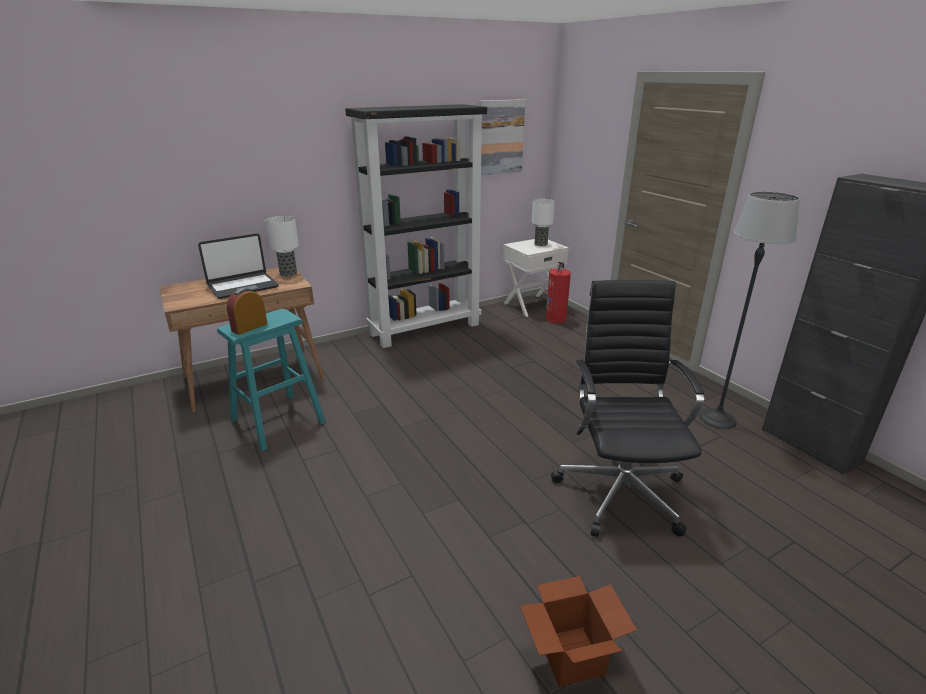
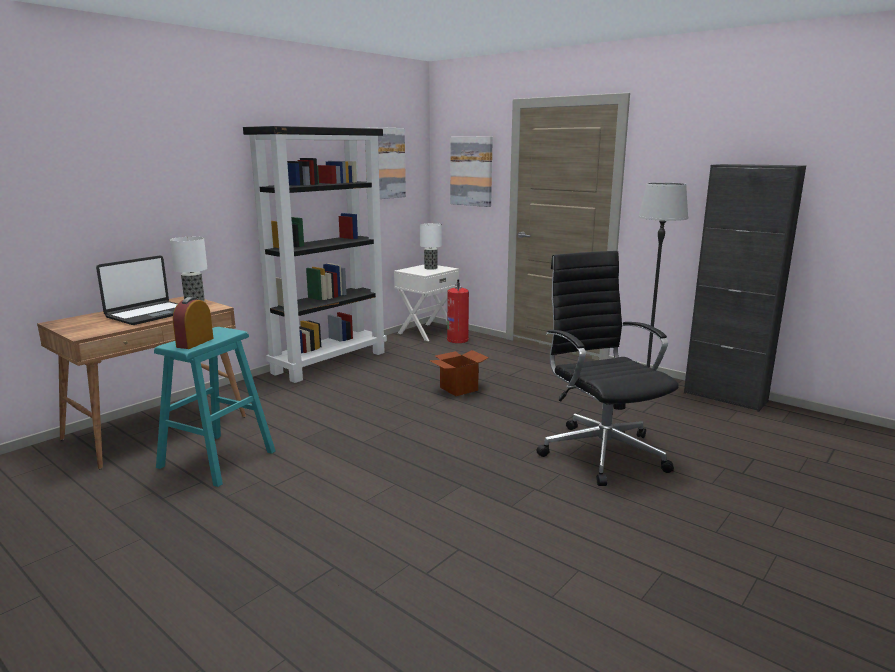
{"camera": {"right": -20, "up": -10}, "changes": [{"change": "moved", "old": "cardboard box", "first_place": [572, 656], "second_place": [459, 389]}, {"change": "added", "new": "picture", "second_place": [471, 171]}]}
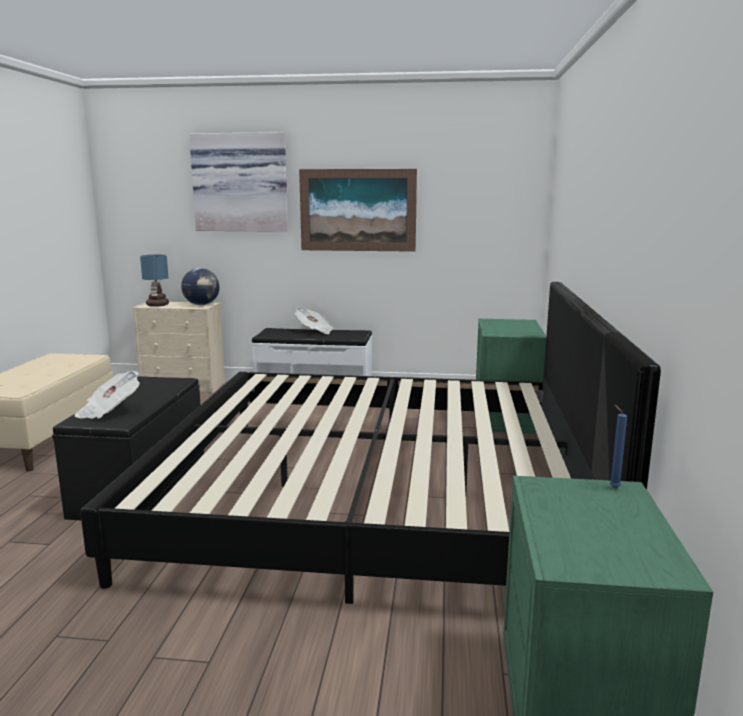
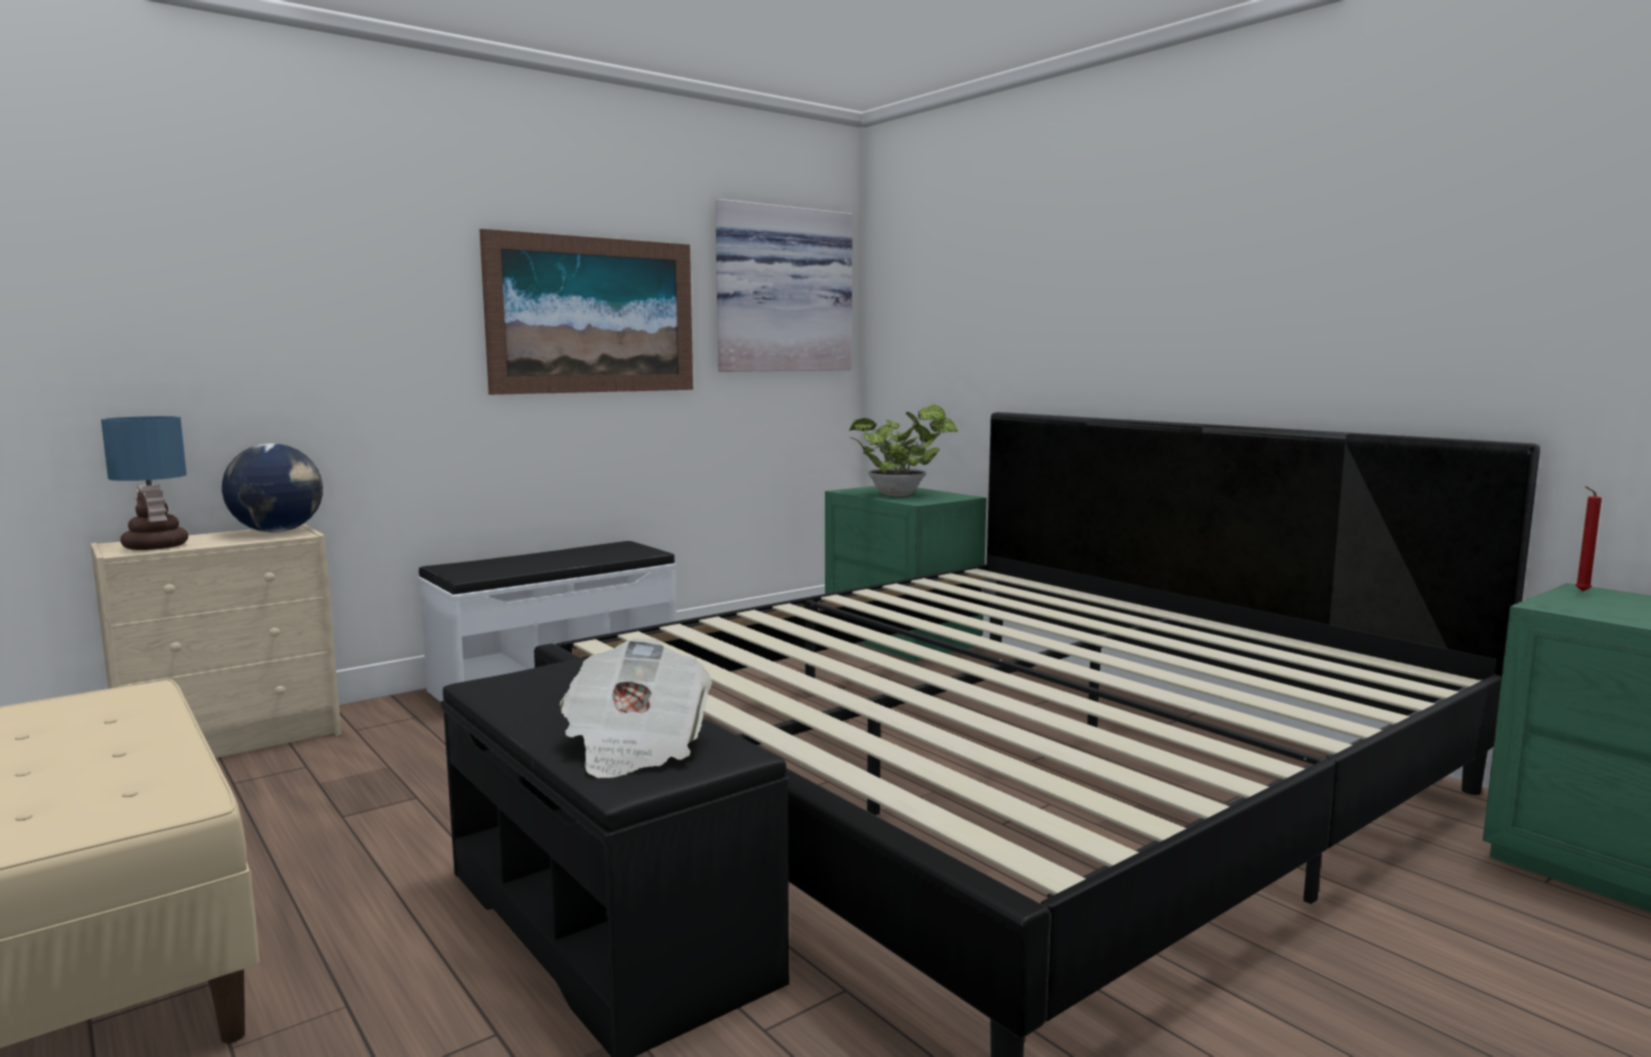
{"camera": {"right": -45, "up": -5}, "changes": [{"change": "moved", "old": "picture", "first_place": [241, 183], "second_place": [781, 290]}, {"change": "removed", "old": "newspaper", "first_place": [314, 331]}, {"change": "recoloured", "old": "candle (blue)", "new": "candle (red)", "first_place": [613, 487], "second_place": [1580, 591]}, {"change": "added", "new": "potted plant", "second_place": [901, 494]}]}
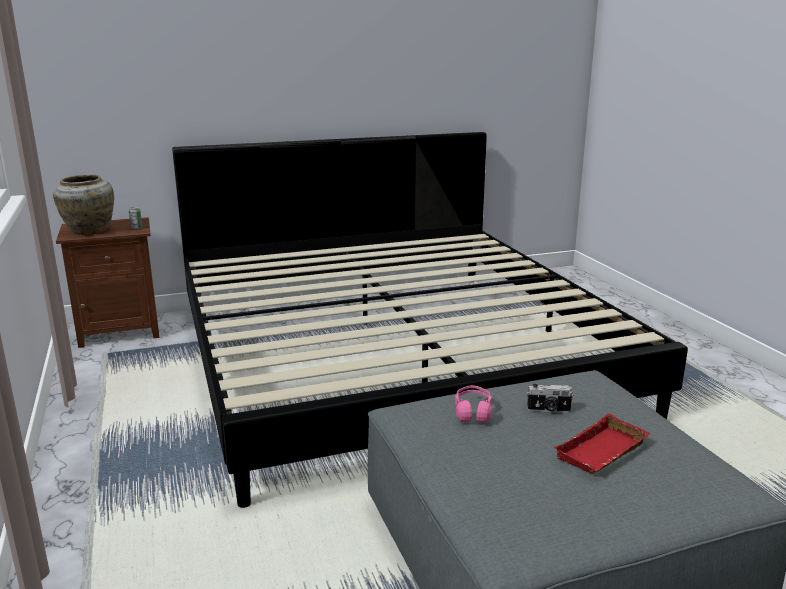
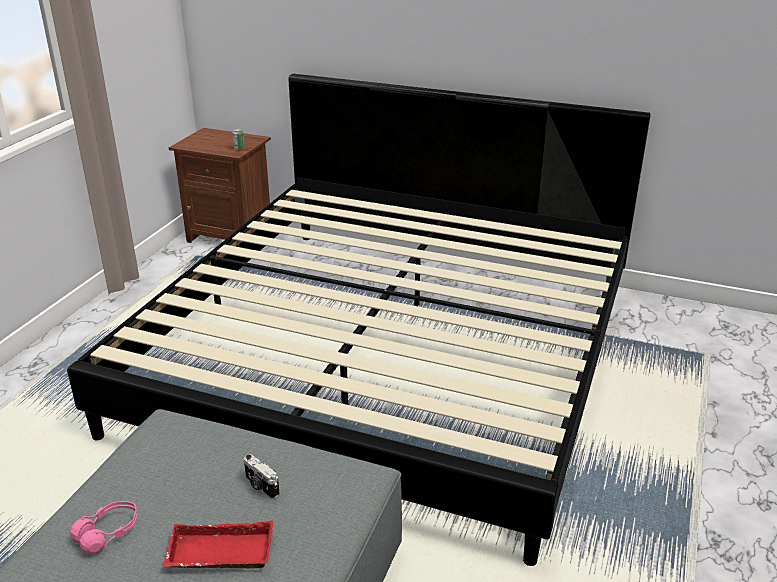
{"camera": {"right": 40, "up": 10}, "changes": [{"change": "removed", "old": "vase (beige)", "first_place": [88, 231]}, {"change": "moved", "old": "headphones (pink)", "first_place": [473, 412], "second_place": [109, 533]}]}
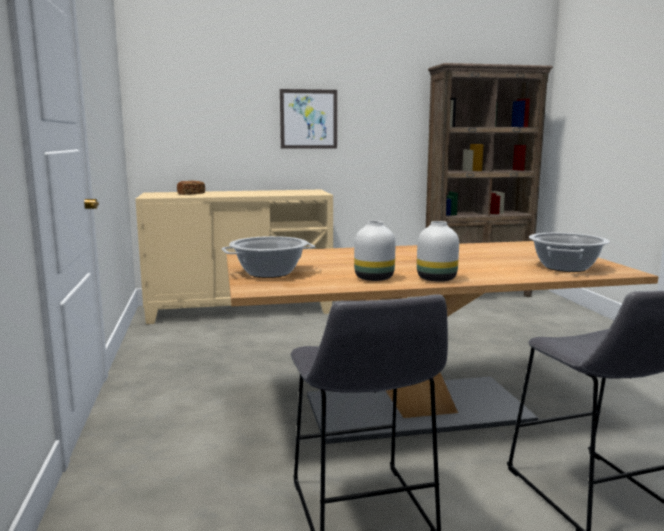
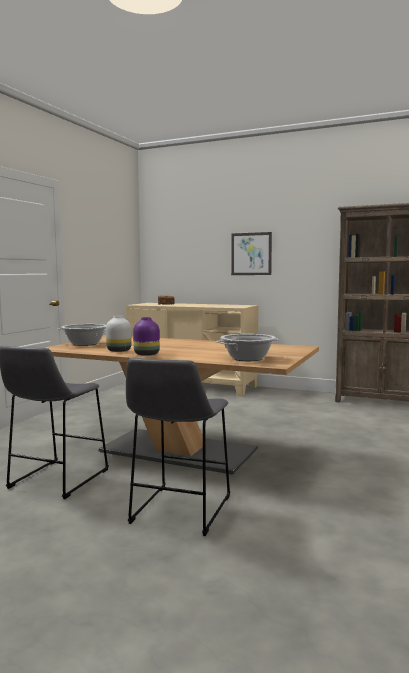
{"camera": {"right": 35, "up": -5}, "changes": [{"change": "recoloured", "old": "vase (white)", "new": "vase (purple)", "first_place": [437, 279], "second_place": [147, 354]}]}
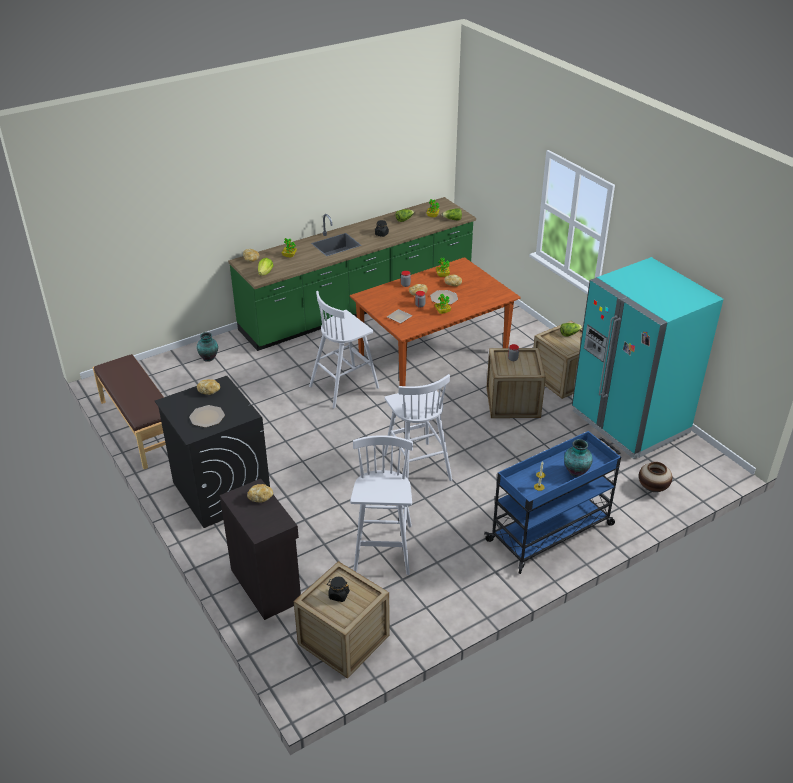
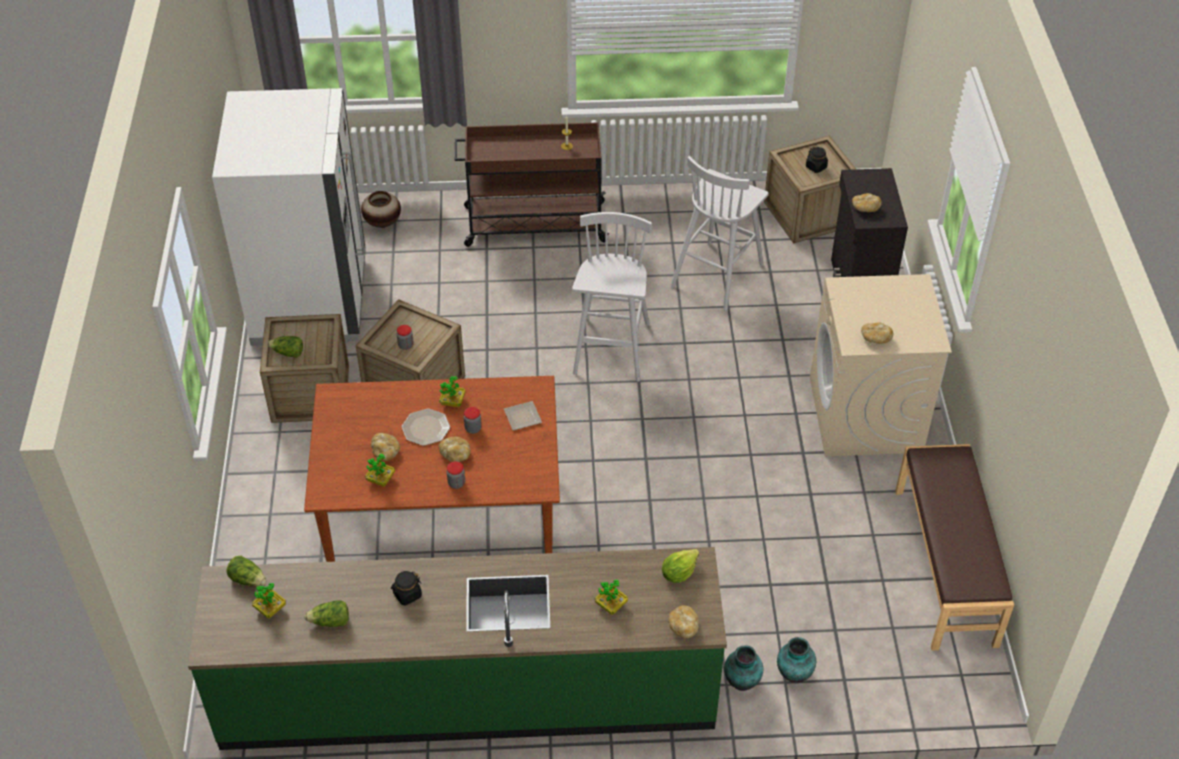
{"camera": {"right": -150, "up": 10}, "changes": [{"change": "recoloured", "old": "fridge (turquoise)", "new": "fridge (white)", "first_place": [629, 422], "second_place": [310, 300]}, {"change": "removed", "old": "stool (white)", "first_place": [345, 387]}, {"change": "recoloured", "old": "washing machine (black)", "new": "washing machine (beige)", "first_place": [221, 490], "second_place": [866, 415]}, {"change": "removed", "old": "plate", "first_place": [207, 417]}, {"change": "recoloured", "old": "cart (blue)", "new": "cart (brown)", "first_place": [551, 532], "second_place": [533, 224]}, {"change": "moved", "old": "vase", "first_place": [575, 471], "second_place": [742, 682]}]}
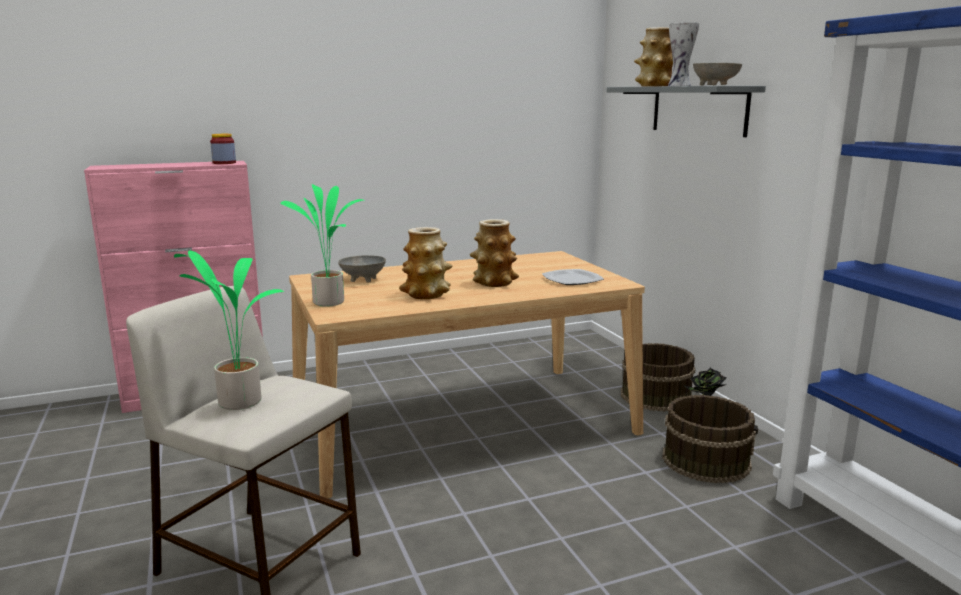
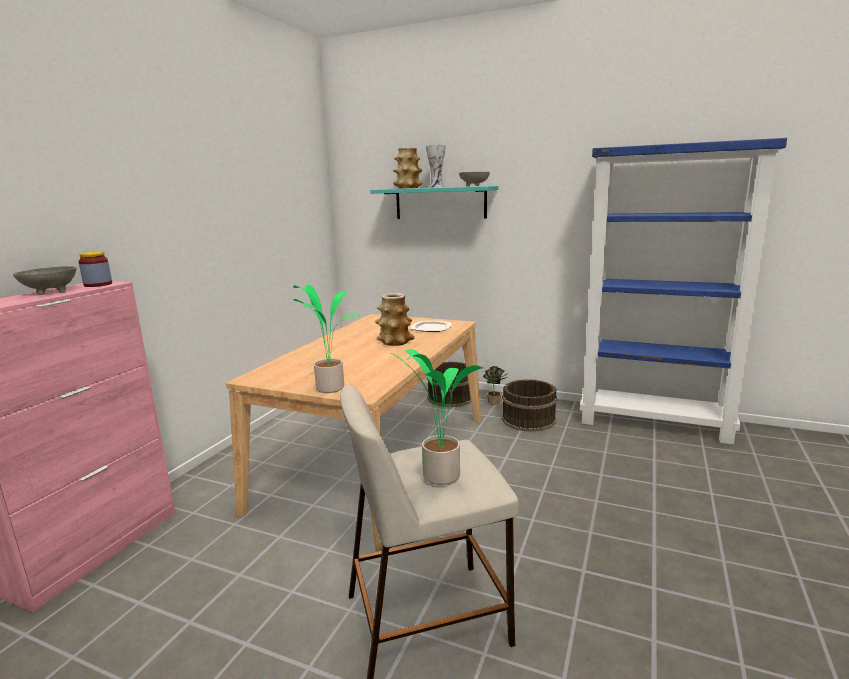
{"camera": {"right": -45, "up": 0}, "changes": [{"change": "recoloured", "old": "shelf (grey)", "new": "shelf (turquoise)", "first_place": [698, 110], "second_place": [440, 203]}, {"change": "removed", "old": "vase", "first_place": [426, 294]}, {"change": "moved", "old": "bowl (grey)", "first_place": [363, 279], "second_place": [51, 292]}]}
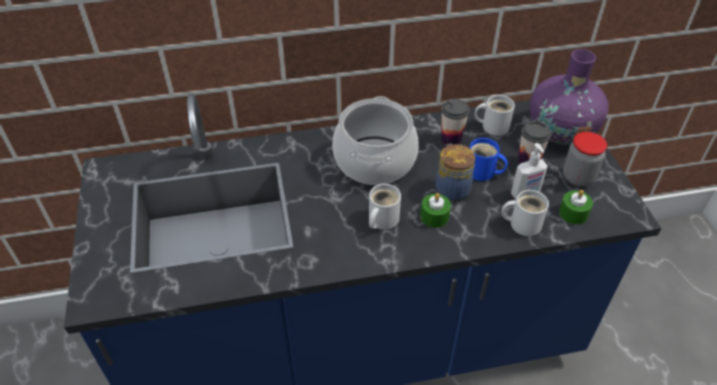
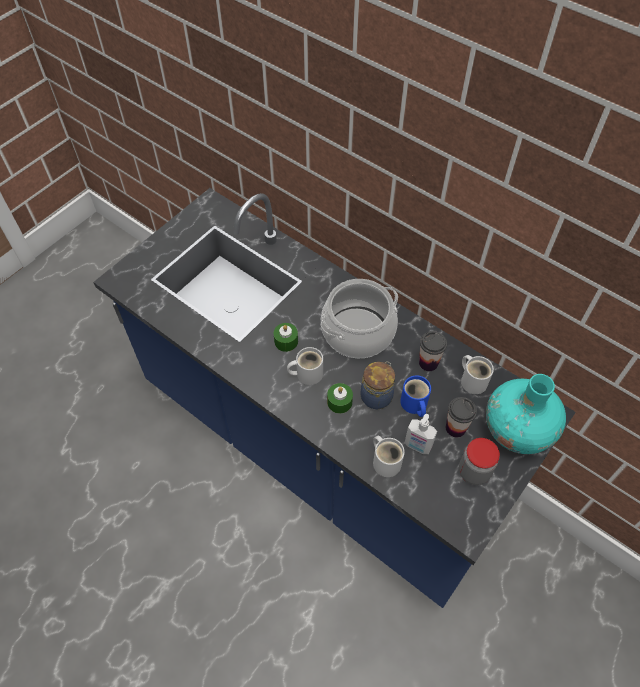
{"camera": {"right": 50, "up": 10}, "changes": [{"change": "recoloured", "old": "vase (purple)", "new": "vase (turquoise)", "first_place": [561, 131], "second_place": [517, 430]}, {"change": "moved", "old": "candle (green)", "first_place": [573, 213], "second_place": [286, 341]}]}
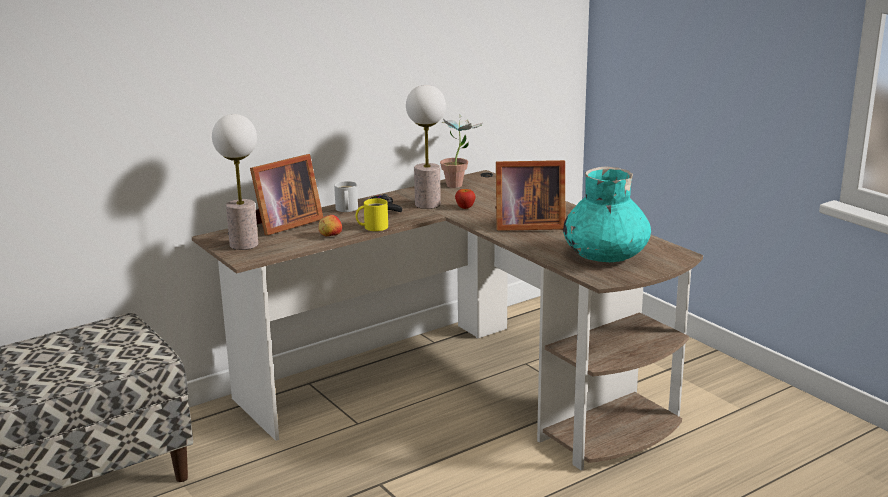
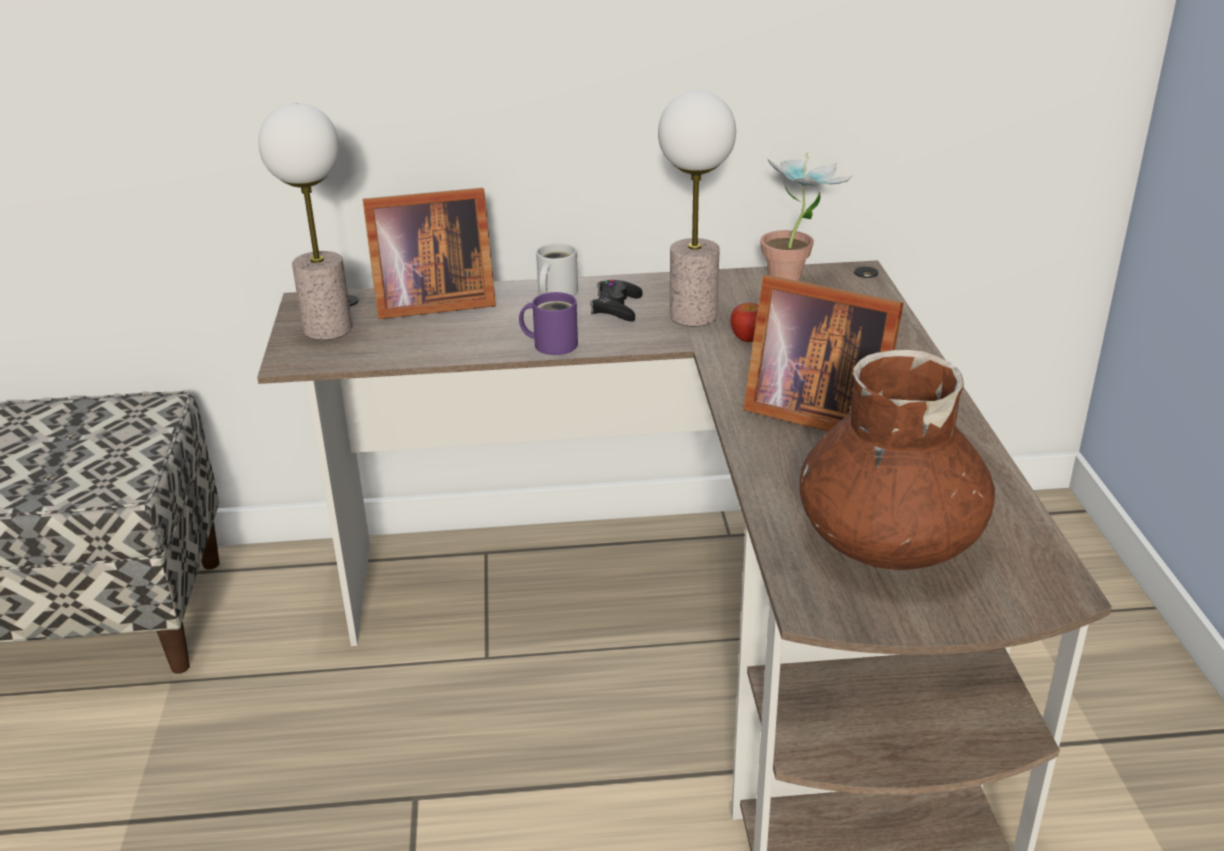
{"camera": {"right": 30, "up": 10}, "changes": [{"change": "recoloured", "old": "vase (turquoise)", "new": "vase (brown)", "first_place": [605, 255], "second_place": [889, 539]}, {"change": "recoloured", "old": "mug (yellow)", "new": "mug (purple)", "first_place": [373, 227], "second_place": [552, 344]}, {"change": "removed", "old": "apple", "first_place": [330, 235]}]}
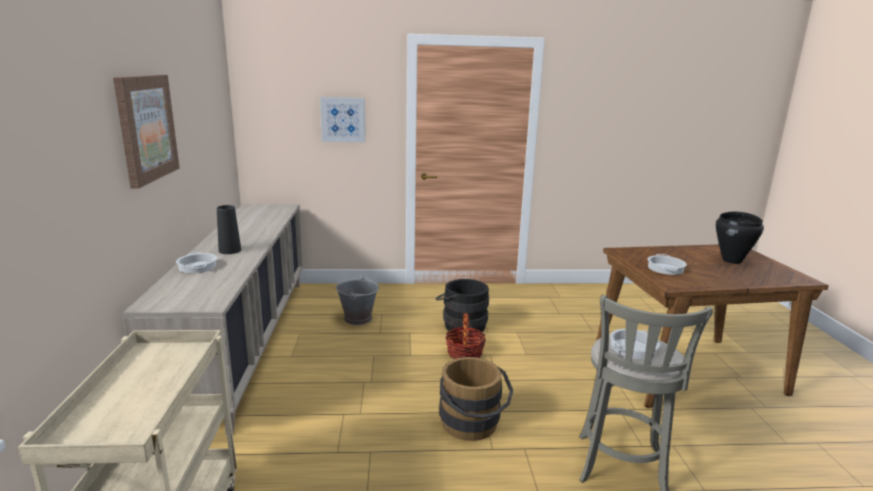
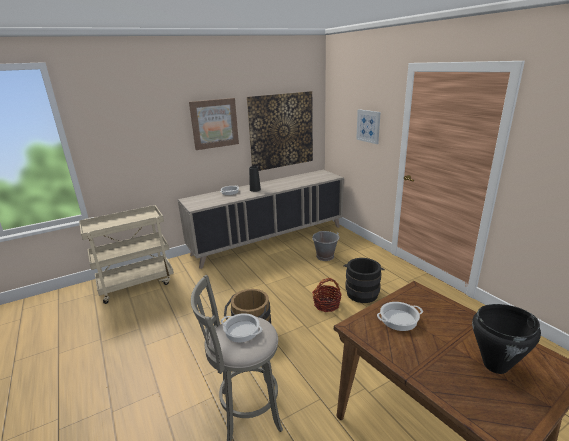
{"camera": {"right": 65, "up": 5}, "changes": [{"change": "added", "new": "picture", "second_place": [281, 131]}]}
